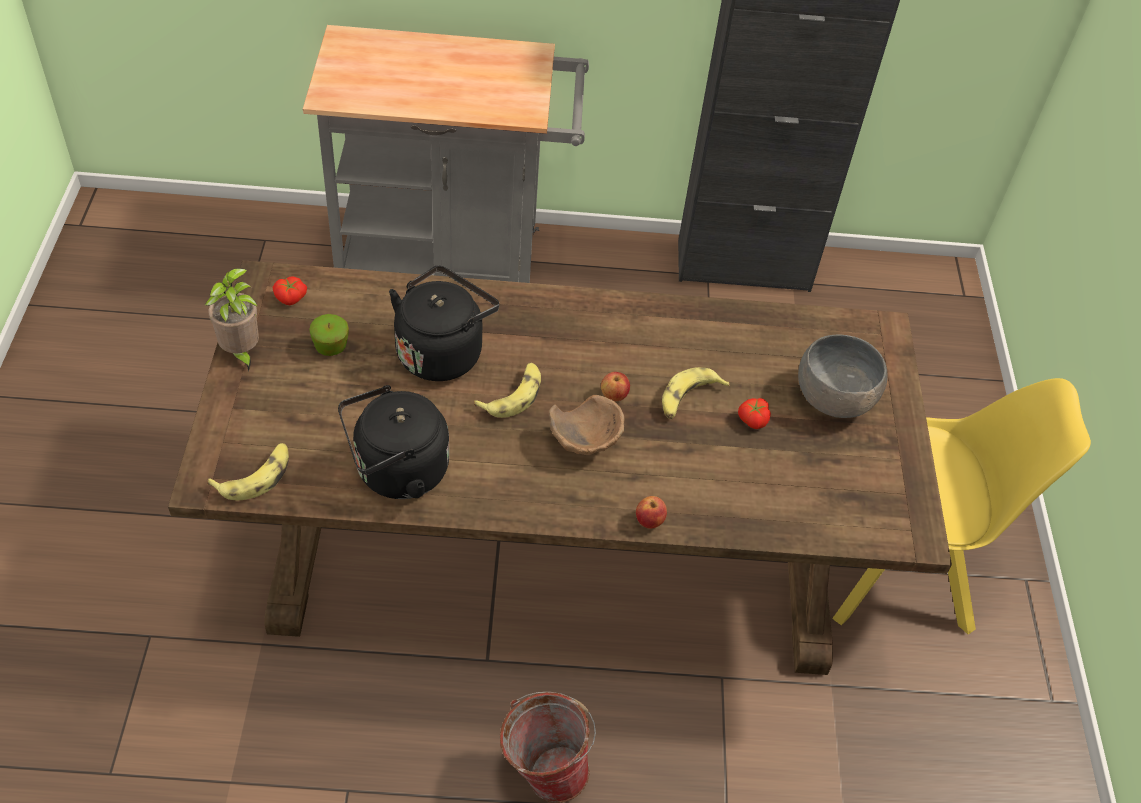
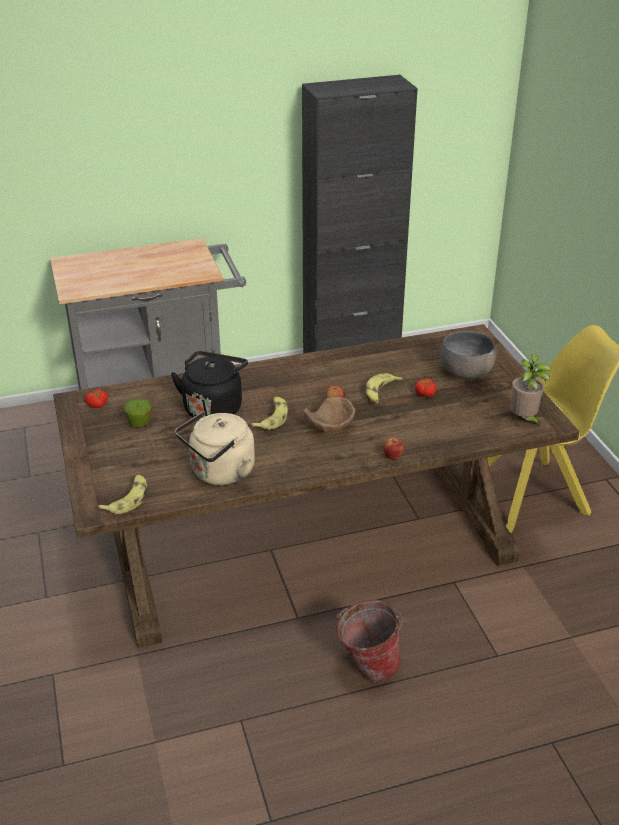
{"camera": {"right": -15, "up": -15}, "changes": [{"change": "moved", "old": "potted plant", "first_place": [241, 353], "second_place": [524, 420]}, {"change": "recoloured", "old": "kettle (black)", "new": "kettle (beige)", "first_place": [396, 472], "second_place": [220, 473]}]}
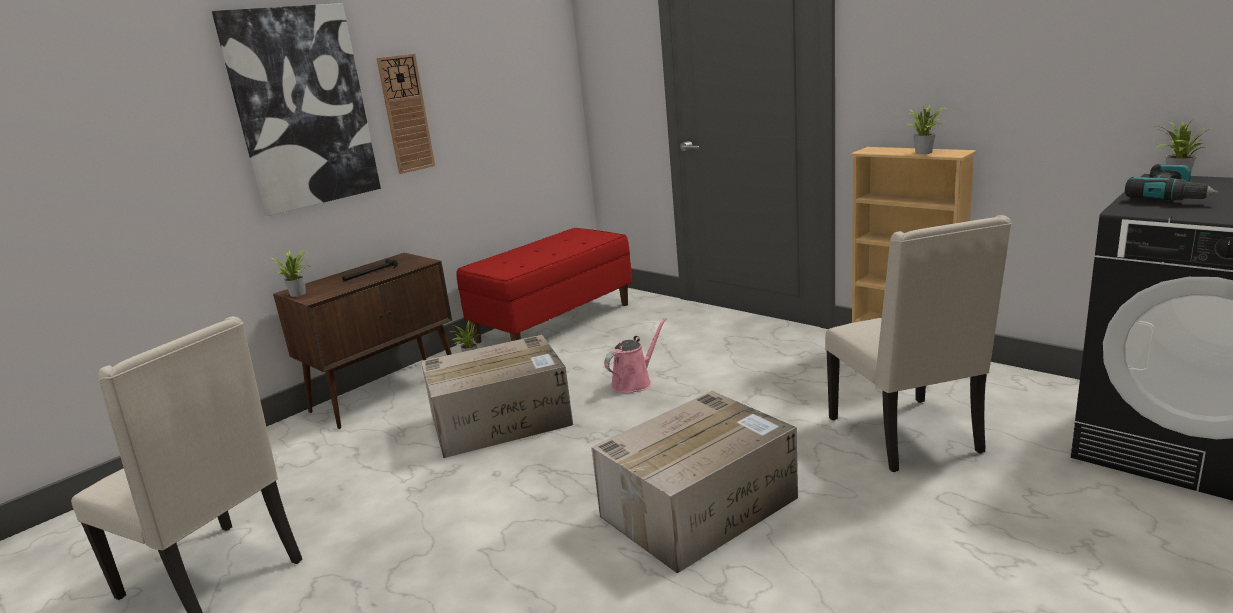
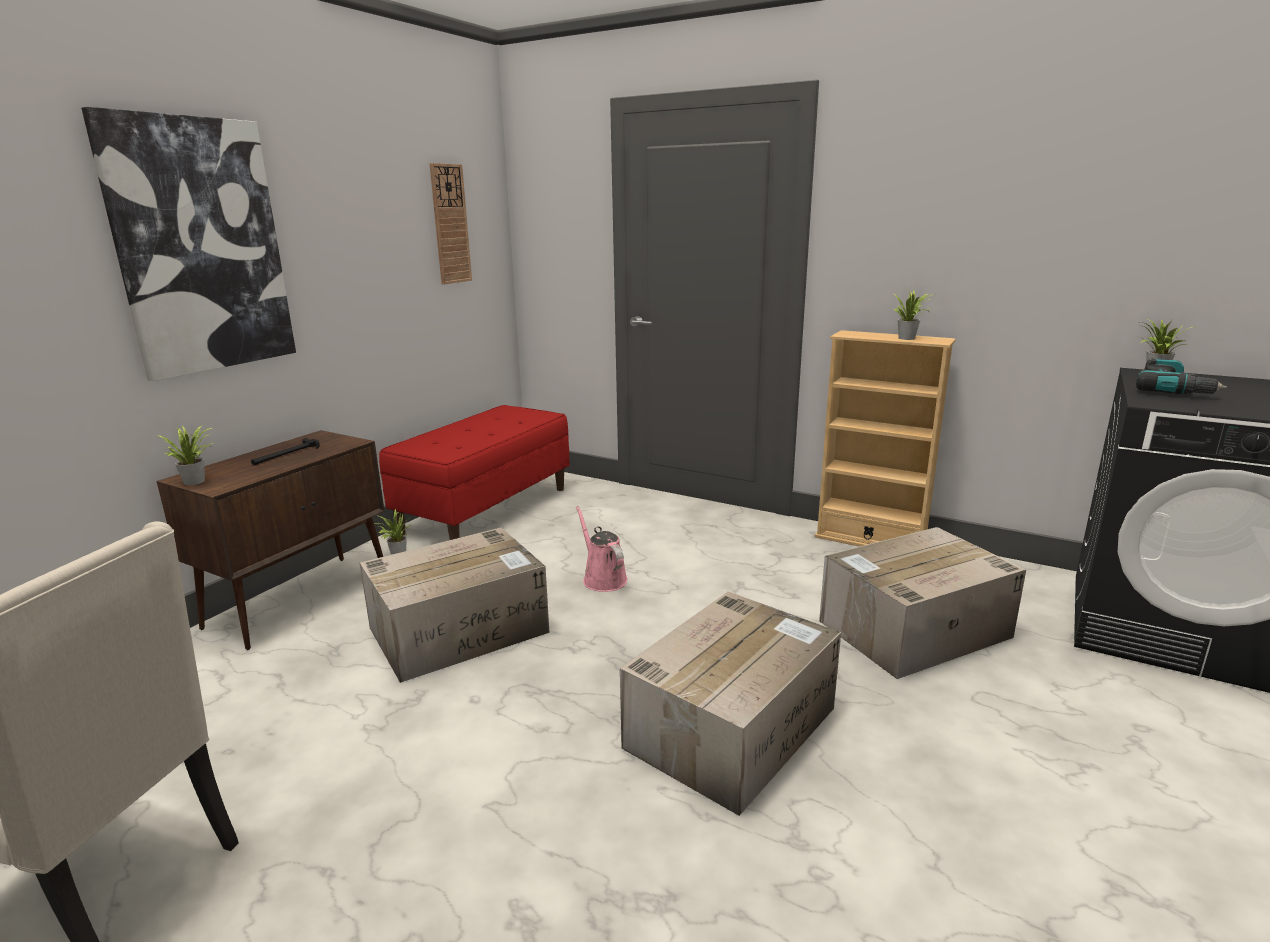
{"camera": {"right": -15, "up": 0}, "changes": [{"change": "moved", "old": "wall clock", "first_place": [406, 114], "second_place": [450, 224]}, {"change": "replaced", "old": "chair (beige)", "new": "cardboard box", "first_place": [907, 436], "second_place": [912, 630]}, {"change": "turned", "old": "watering can (pink)", "first_place": [634, 382], "second_place": [602, 578], "degrees": -60}]}
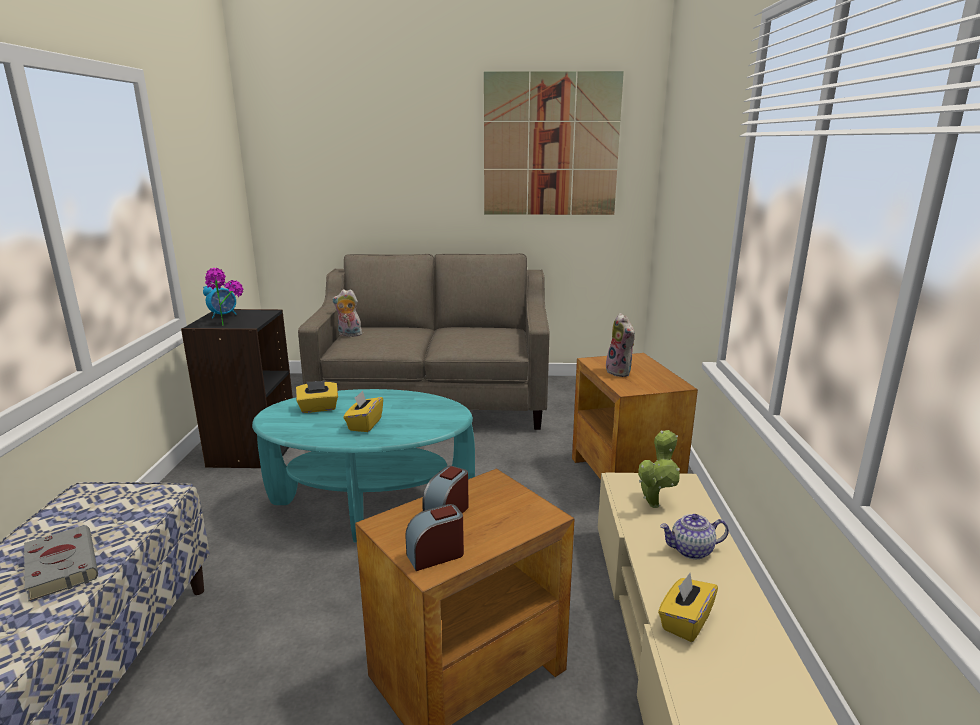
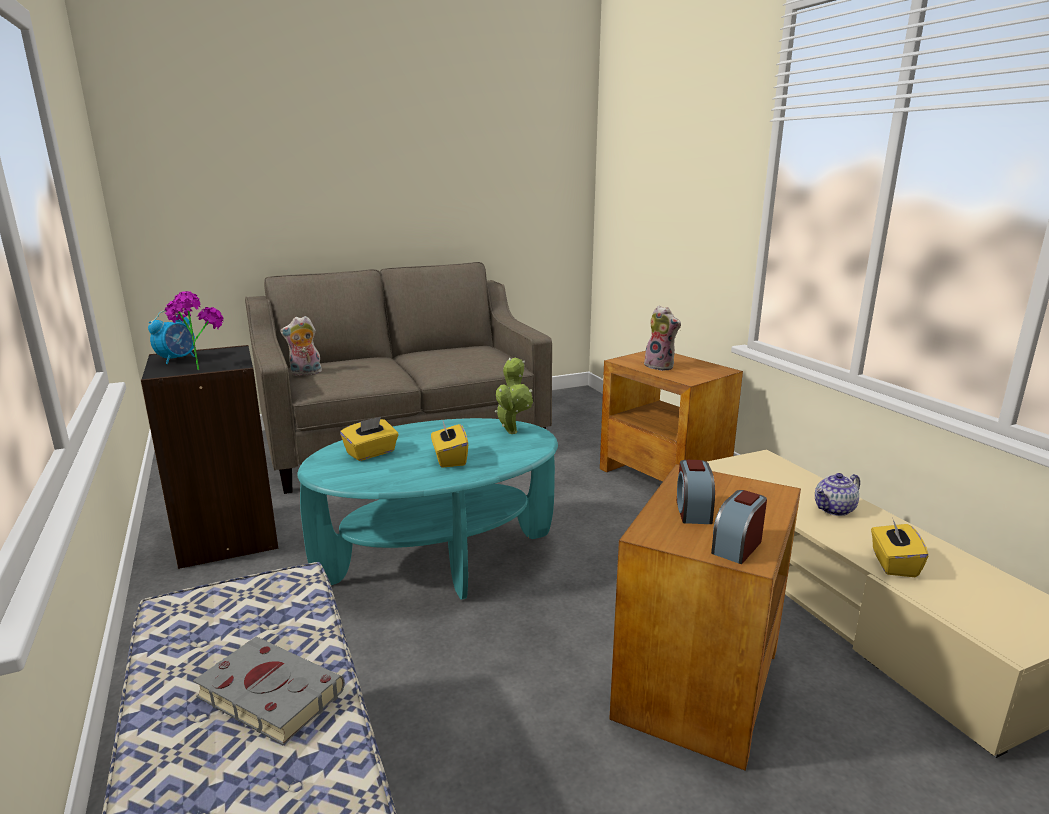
{"camera": {"right": -25, "up": 0}, "changes": [{"change": "removed", "old": "picture", "first_place": [551, 145]}, {"change": "moved", "old": "potted plant", "first_place": [655, 503], "second_place": [512, 431]}]}
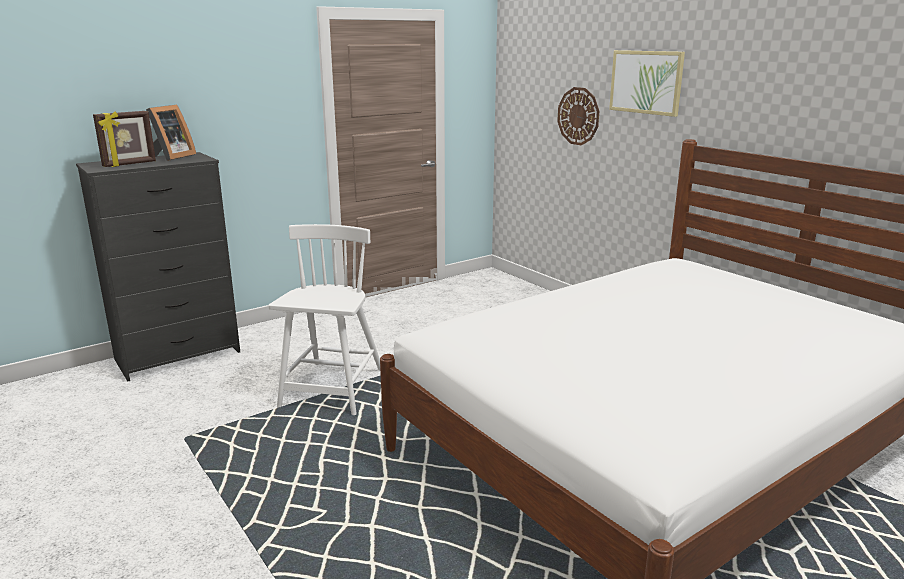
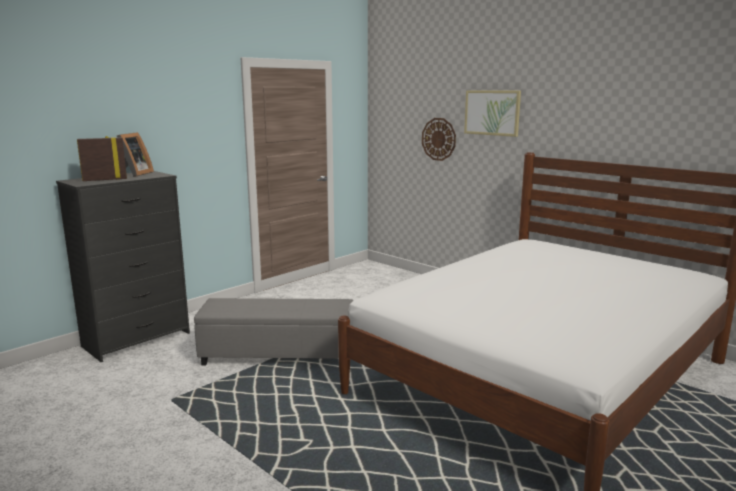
{"camera": {"right": -10, "up": -5}, "changes": [{"change": "turned", "old": "picture frame", "first_place": [130, 164], "second_place": [105, 180], "degrees": -150}, {"change": "replaced", "old": "chair (white)", "new": "ottoman (grey)", "first_place": [332, 389], "second_place": [279, 354]}]}
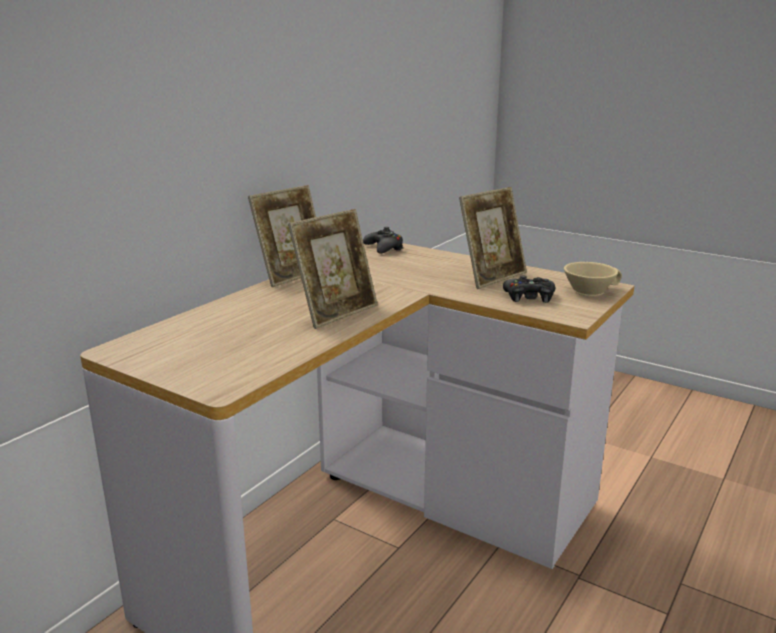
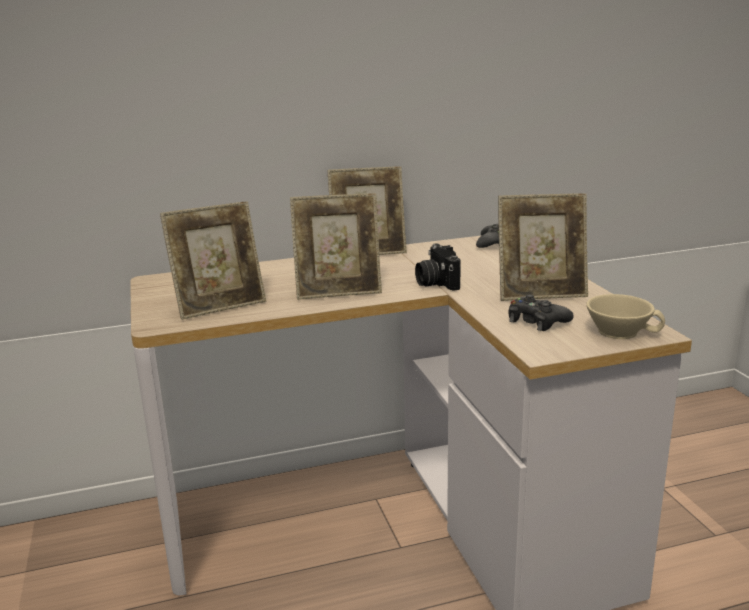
{"camera": {"right": 40, "up": 0}, "changes": [{"change": "added", "new": "picture frame", "second_place": [220, 305]}, {"change": "added", "new": "photo camera", "second_place": [436, 283]}]}
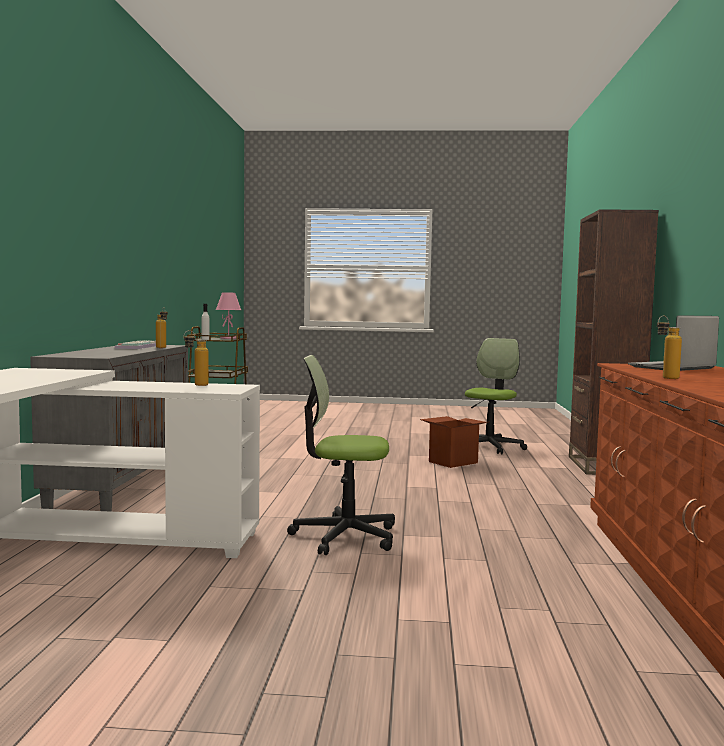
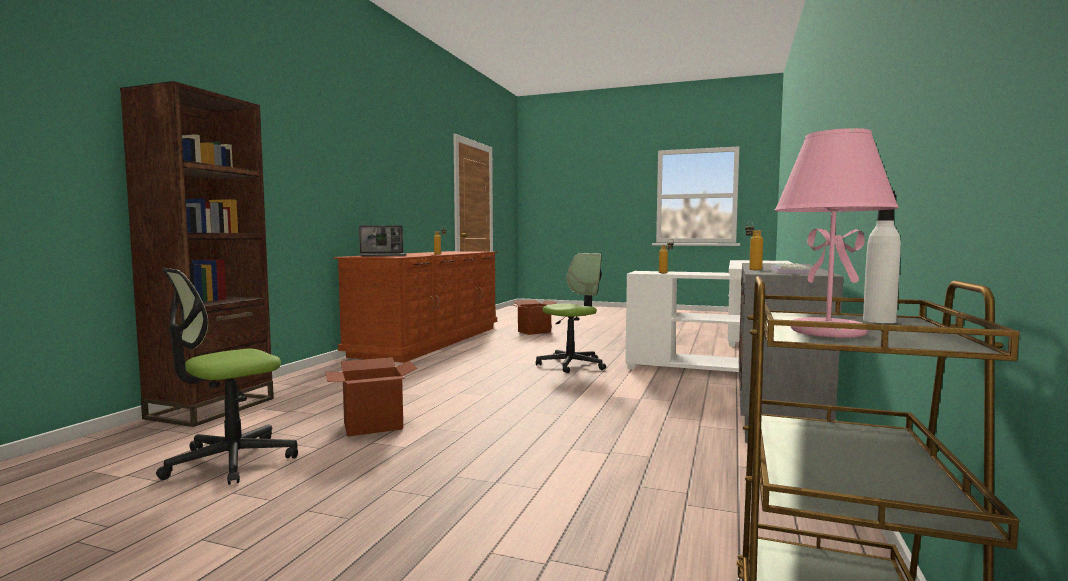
{"camera": {"right": -165, "up": 0}, "changes": [{"change": "turned", "old": "office chair", "first_place": [344, 536], "second_place": [571, 365], "degrees": -60}, {"change": "added", "new": "cardboard box", "second_place": [534, 332]}]}
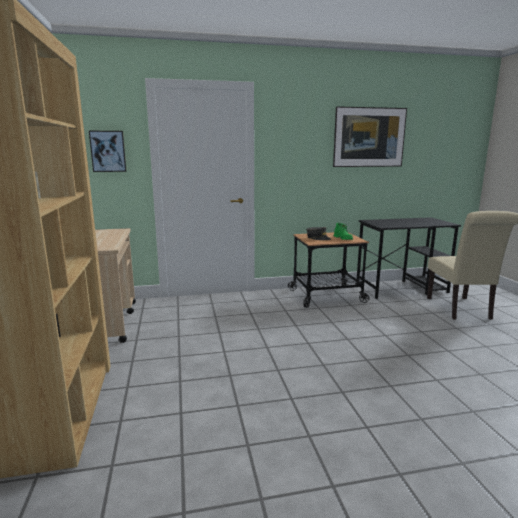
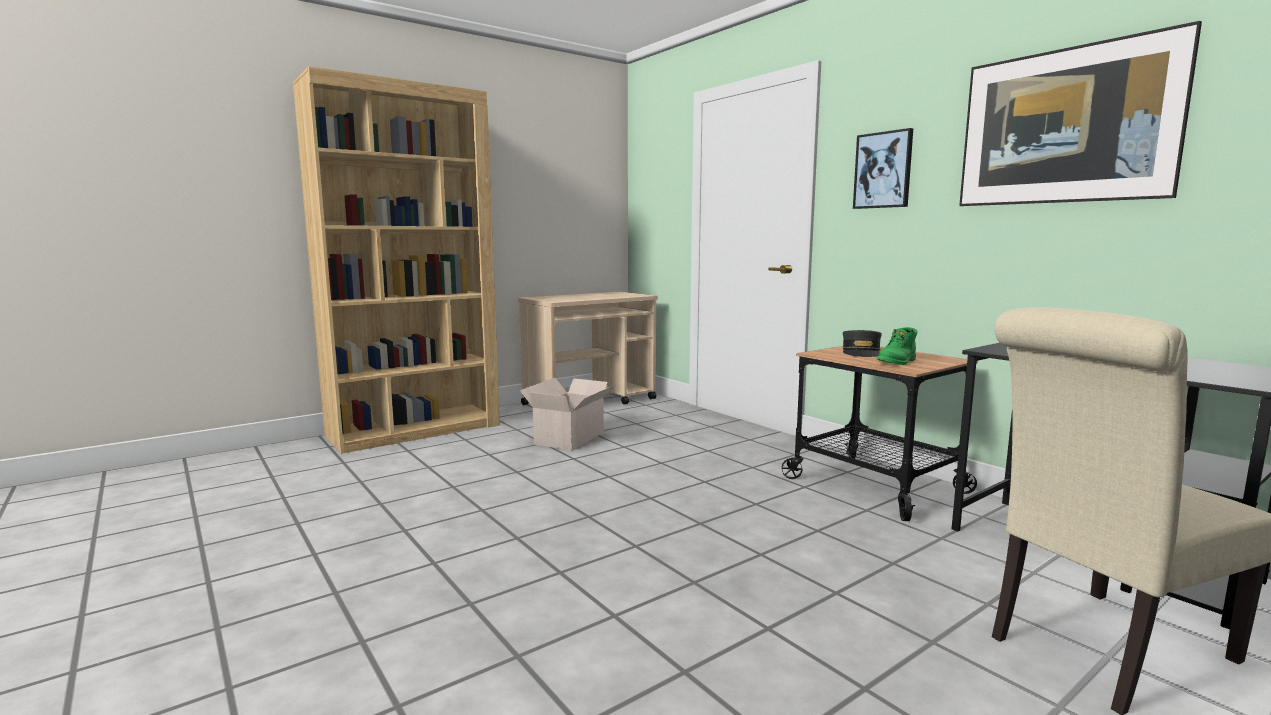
{"camera": {"right": 65, "up": -5}, "changes": [{"change": "moved", "old": "picture", "first_place": [108, 151], "second_place": [883, 170]}, {"change": "added", "new": "cardboard box", "second_place": [571, 437]}]}
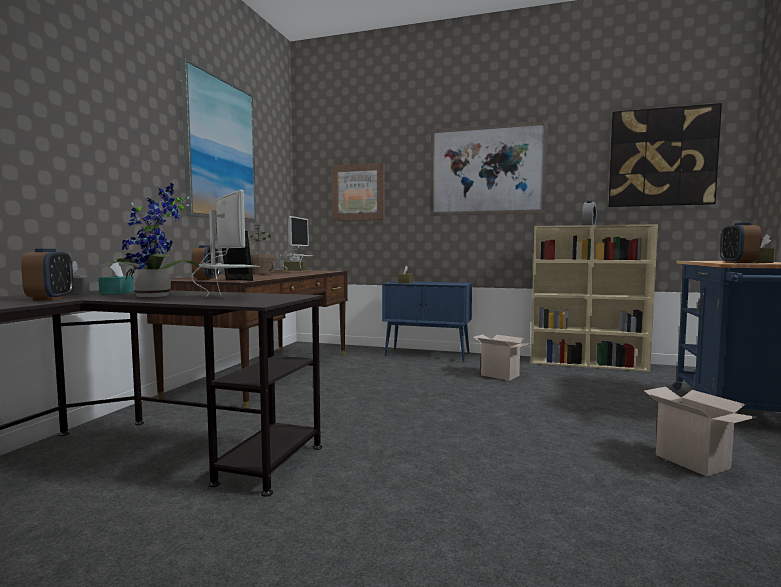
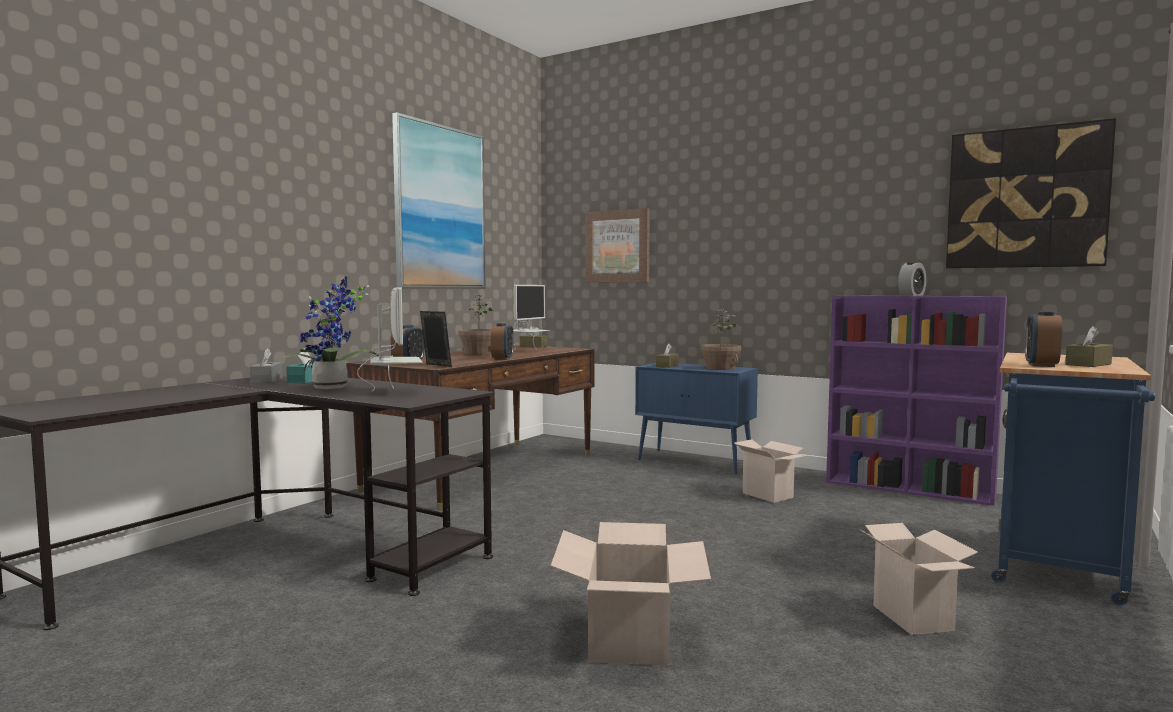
{"camera": {"right": 15, "up": 0}, "changes": [{"change": "removed", "old": "picture", "first_place": [486, 170]}, {"change": "recoloured", "old": "bookcase (beige)", "new": "bookcase (purple)", "first_place": [588, 364], "second_place": [910, 488]}, {"change": "moved", "old": "alarm clock", "first_place": [50, 299], "second_place": [502, 358]}, {"change": "added", "new": "potted plant", "second_place": [720, 368]}, {"change": "added", "new": "cardboard box", "second_place": [628, 638]}]}
